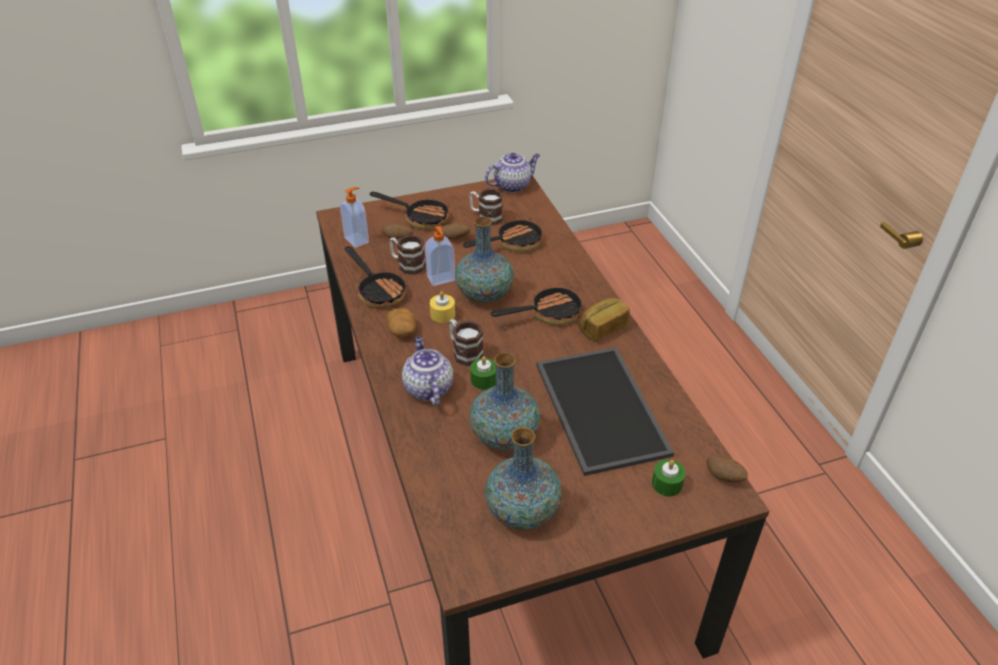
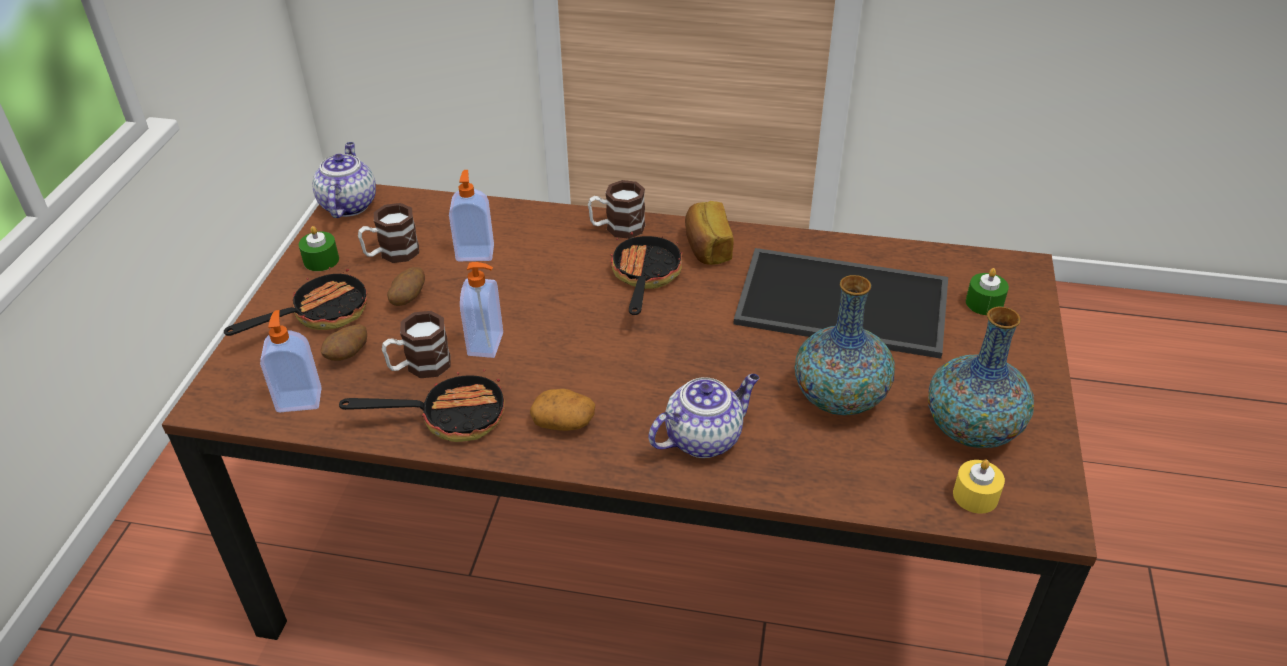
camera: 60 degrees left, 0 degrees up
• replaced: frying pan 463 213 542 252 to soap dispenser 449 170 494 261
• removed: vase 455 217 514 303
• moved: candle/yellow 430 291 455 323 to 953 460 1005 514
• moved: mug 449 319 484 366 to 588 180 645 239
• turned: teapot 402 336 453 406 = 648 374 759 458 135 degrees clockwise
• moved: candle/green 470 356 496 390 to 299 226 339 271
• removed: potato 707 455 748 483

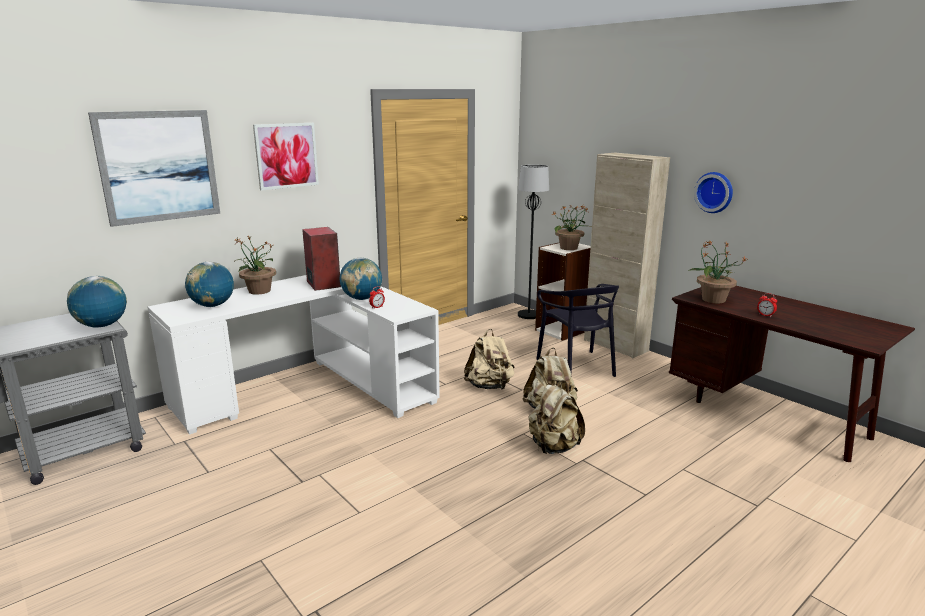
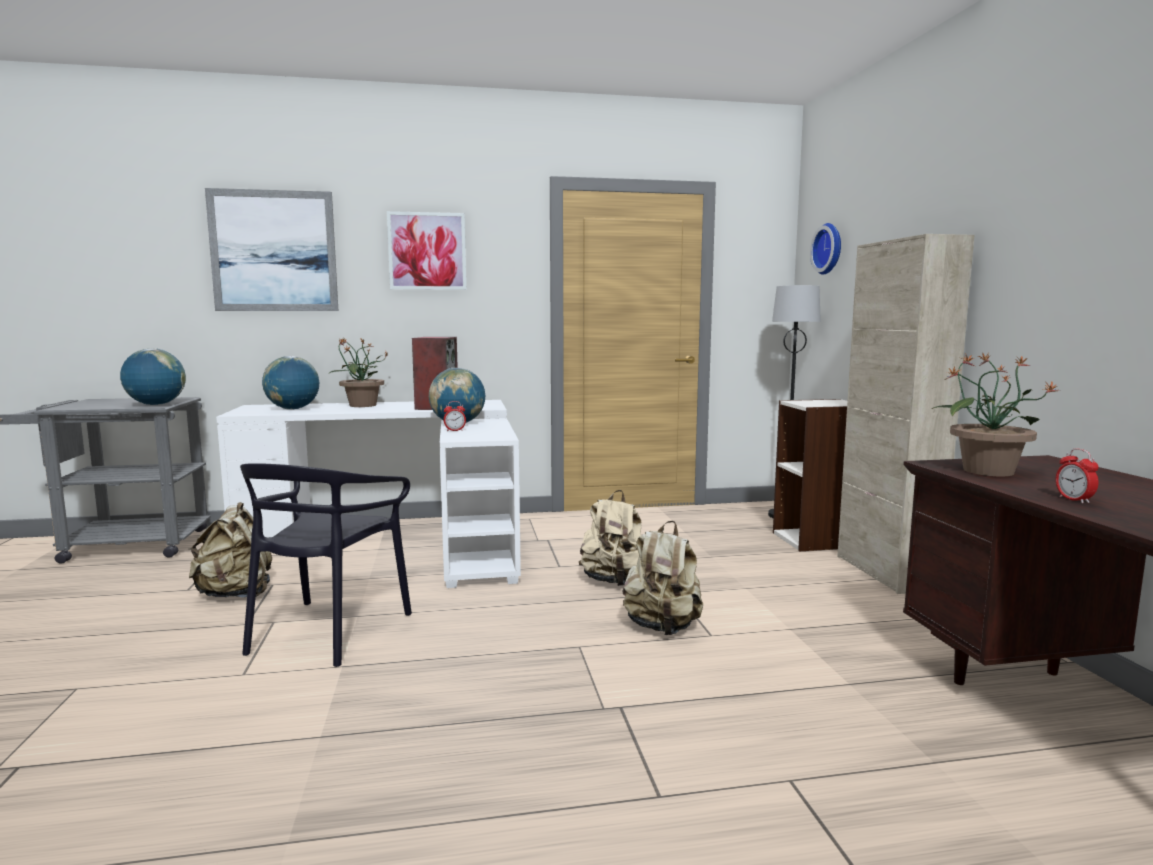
camera: 30 degrees right, 10 degrees down
• moved: wall clock 694 172 733 213 to 810 223 841 275
• removed: potted plant 552 205 592 250
• moved: chair/black 536 284 619 377 to 240 463 412 667
• moved: backpack/beige 529 382 585 454 to 189 502 272 598

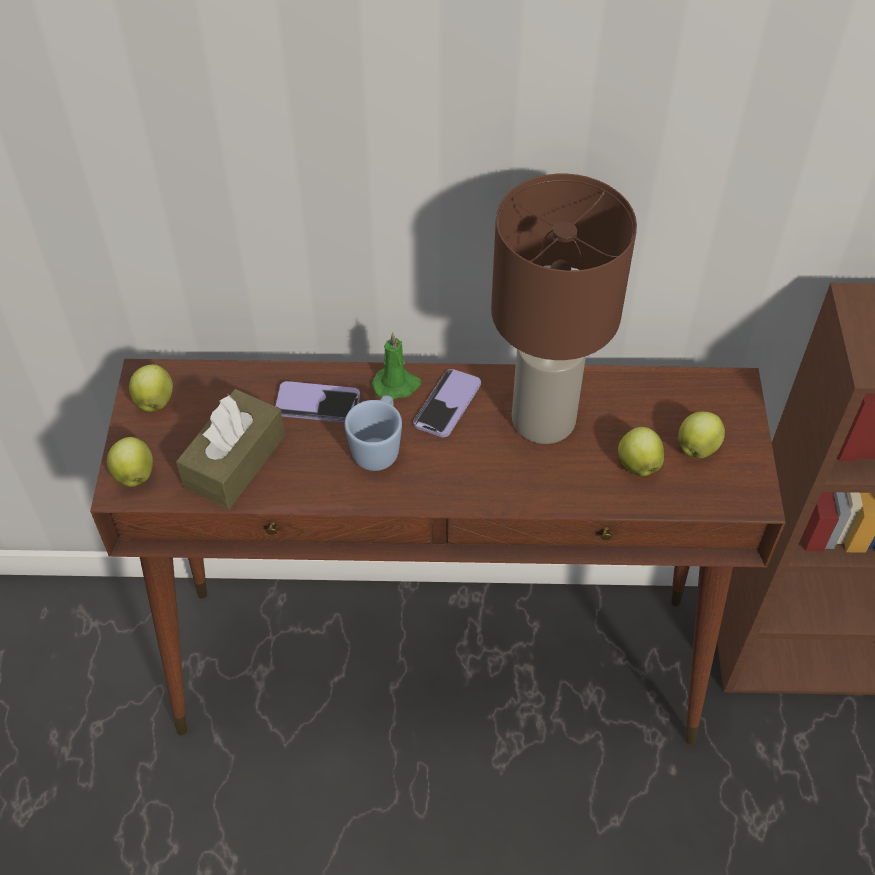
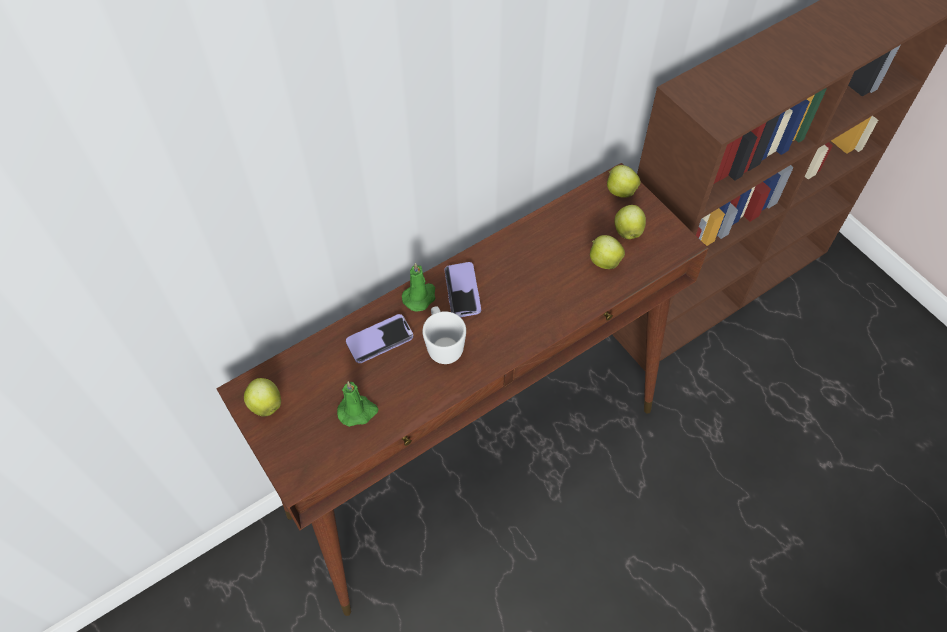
camera: 35 degrees left, 5 degrees up
• removed: table lamp/brown 491 174 637 444
• replaced: tissue box/brown 176 389 285 509 to candle/green 337 381 378 427
• recoloured: mug/blue 345 395 402 471 to mug/white 422 306 466 364
• moved: apple 107 437 153 487 to 607 165 640 198

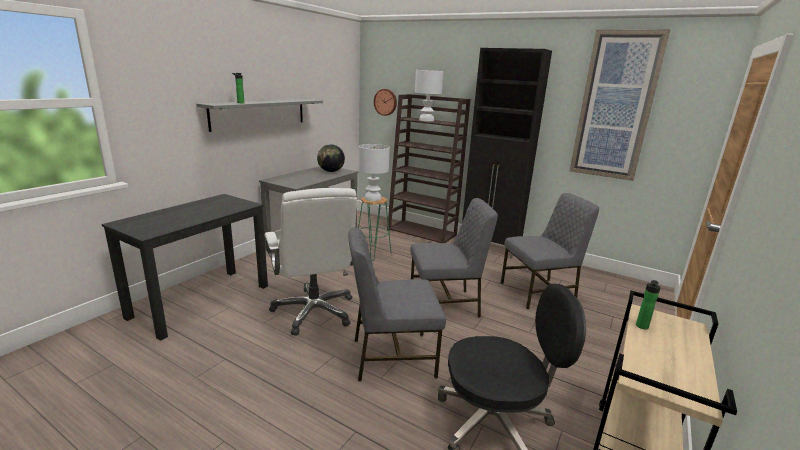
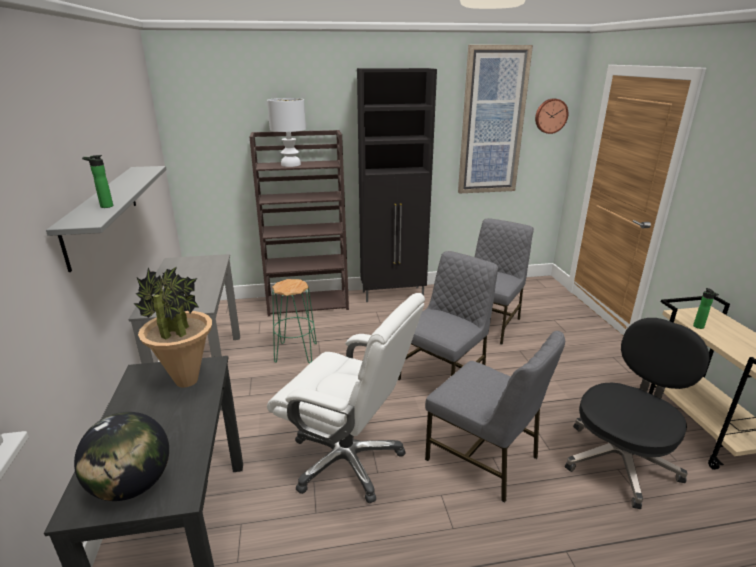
camera: 40 degrees left, 5 degrees up
• moved: wall clock 374 89 397 116 to 535 99 568 134
• moved: globe 317 144 345 172 to 74 412 169 501
• removed: table lamp/white 359 144 390 201
• turned: chair/grey 348 227 446 381 = 425 331 565 502 90 degrees counterclockwise
• added: potted plant 133 267 212 388

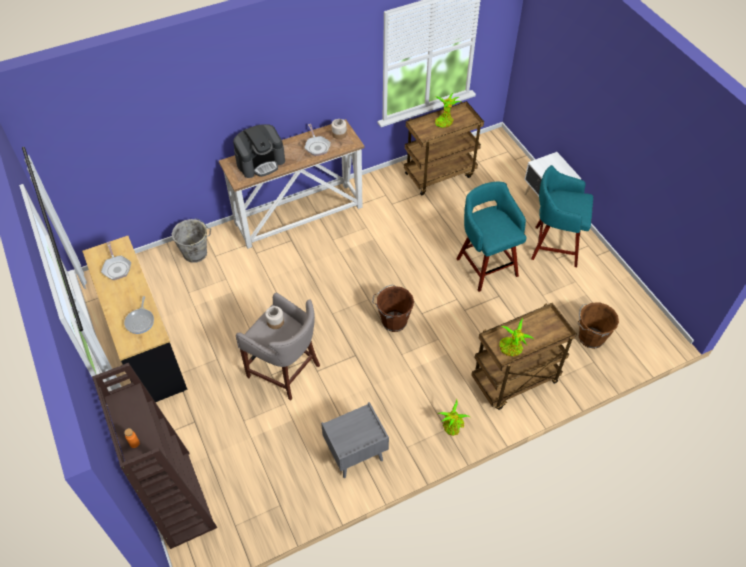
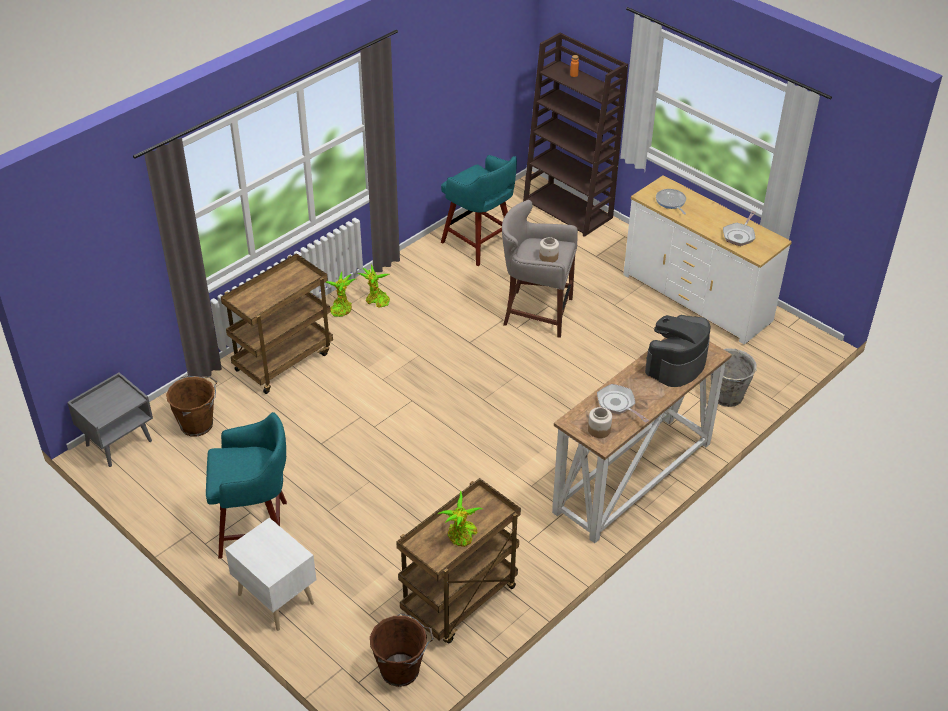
camera: 160 degrees right, 10 degrees down
• moved: stool/turquoise 456 182 527 292 to 441 155 517 266
• recoloured: dresser/black 82 236 187 402 to dresser/white 623 175 792 345
• turned: frying pan 101 241 131 280 = 723 211 756 246 105 degrees counterclockwise
• moved: bucket/brown 372 284 414 332 to 370 613 434 687
• moved: potted plant 499 318 534 356 to 357 265 390 307
• moved: nightstand/grey 321 402 389 478 to 67 372 153 467

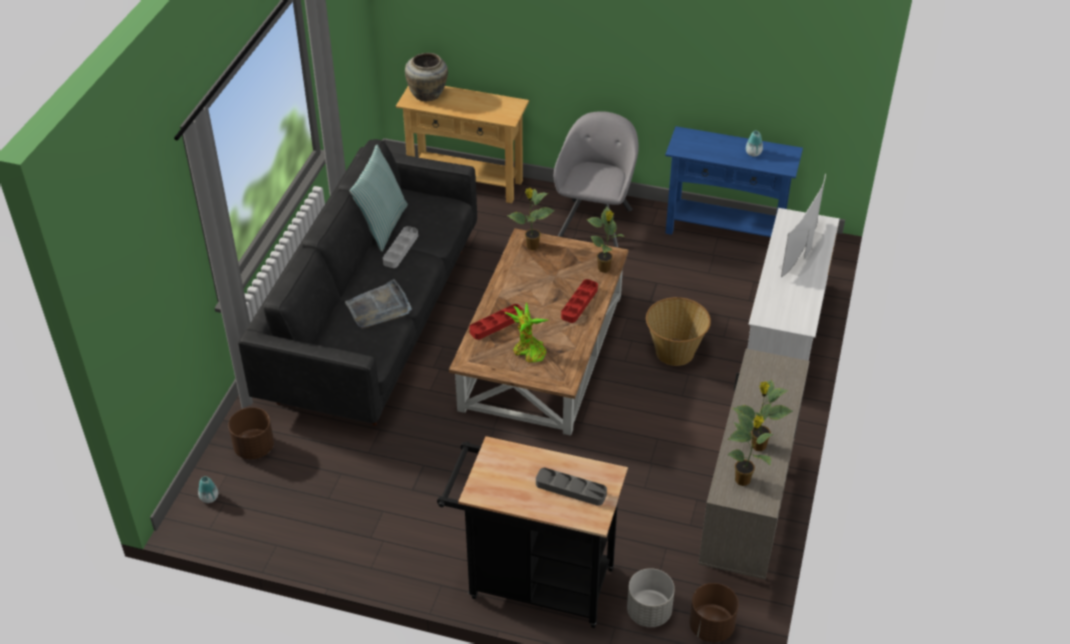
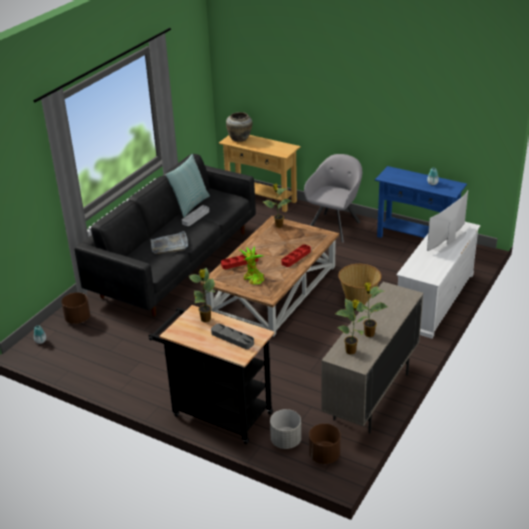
camera: 15 degrees right, 10 degrees down
• moved: potted plant 586 207 625 273 to 189 267 216 322

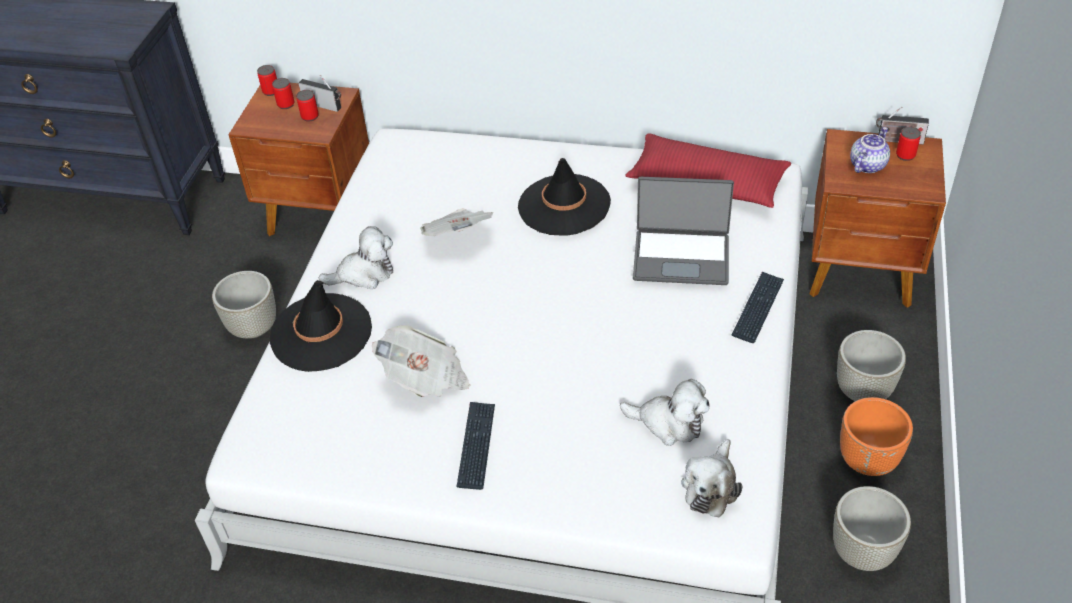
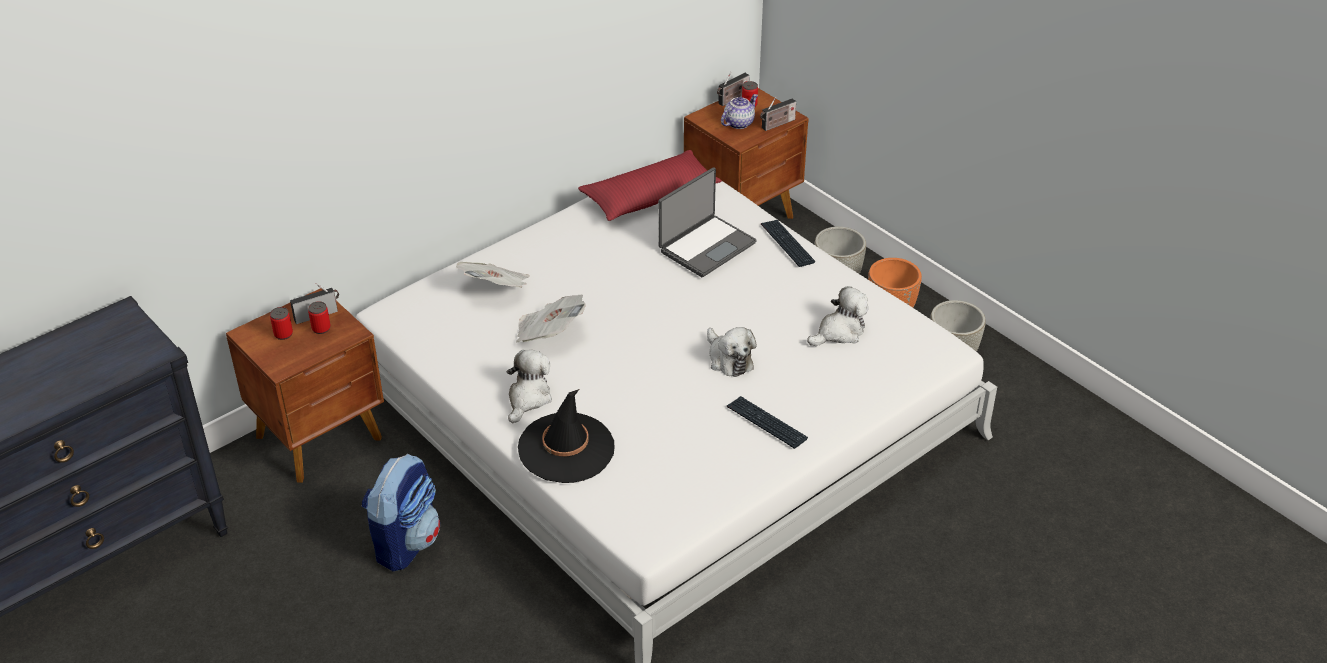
camera: 55 degrees left, 5 degrees down
• removed: can 257 65 277 96
• turned: teapot 850 127 890 173 = 721 94 758 129 60 degrees clockwise
• removed: hat/black 518 158 611 236
• replaced: planter/grey 212 271 276 338 to backpack 362 454 440 571
• moved: newspaper 372 325 470 397 to 456 262 530 288
• moved: plush toy 681 439 743 517 to 707 327 757 377
• added: radio 760 96 796 131

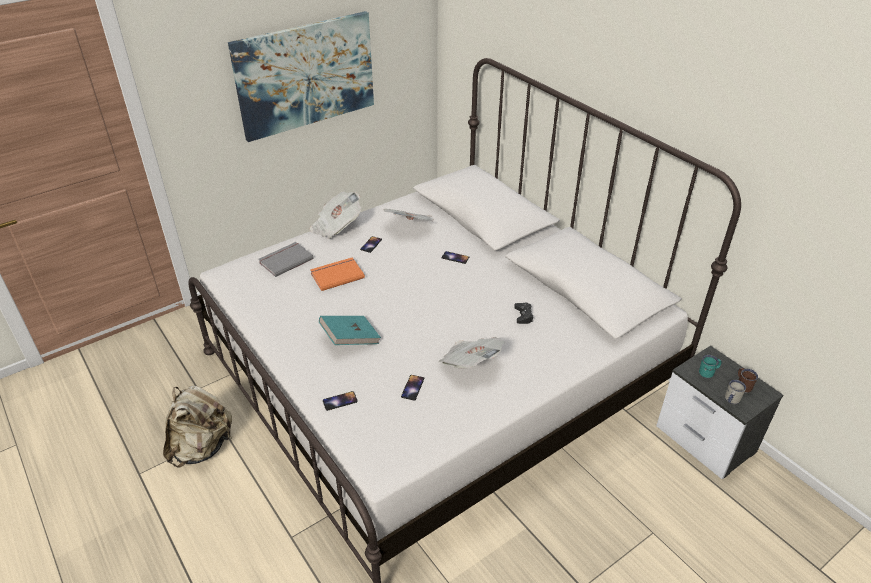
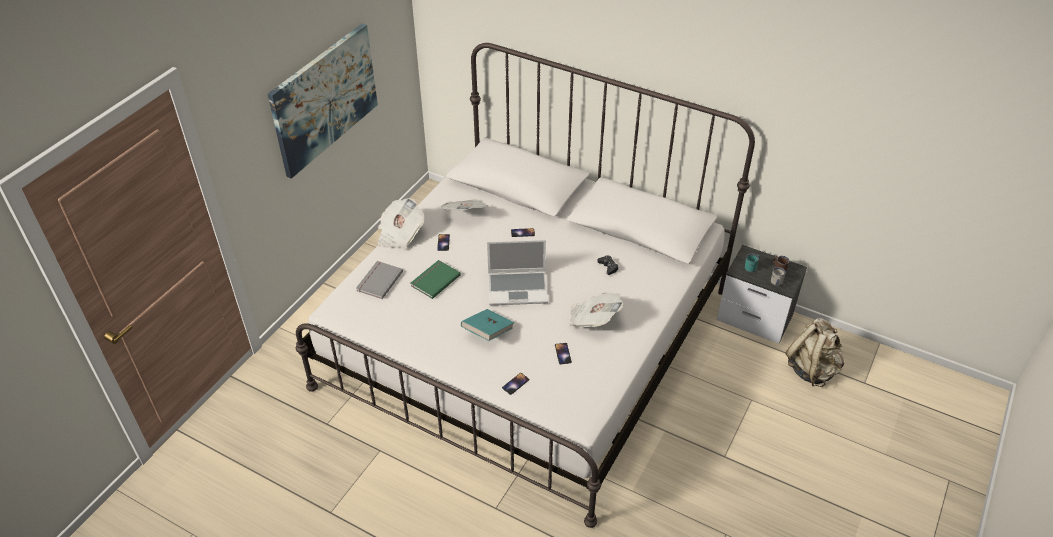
camera: 25 degrees left, 5 degrees up
• recoloured: book/orange 310 257 365 291 to book/green 411 260 461 299
• moved: backpack/beige 163 386 232 468 to 786 318 845 387
• added: laptop 487 240 548 305

